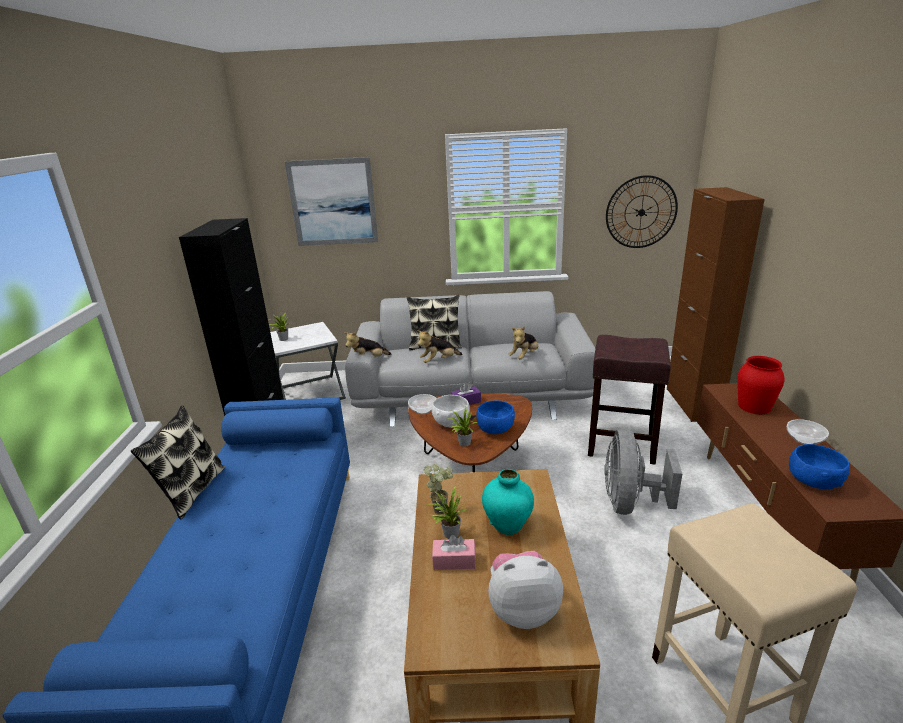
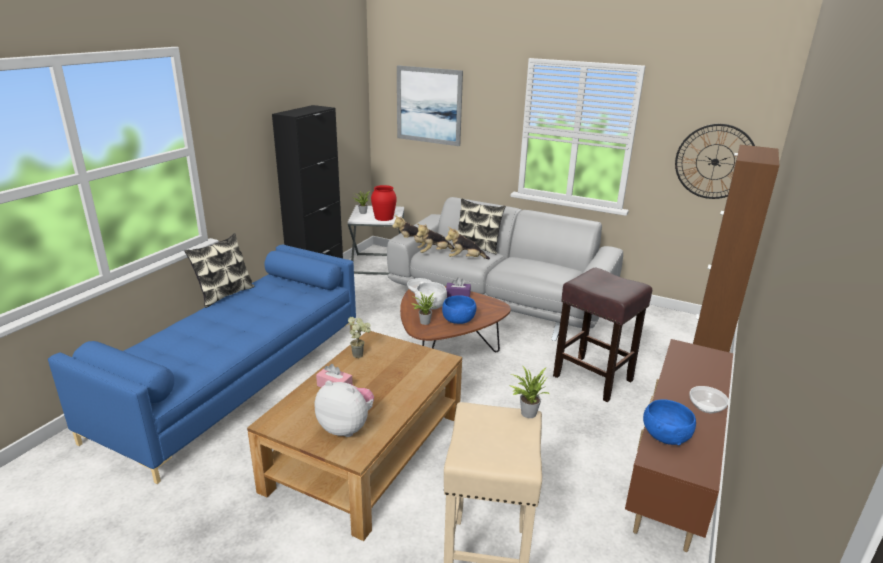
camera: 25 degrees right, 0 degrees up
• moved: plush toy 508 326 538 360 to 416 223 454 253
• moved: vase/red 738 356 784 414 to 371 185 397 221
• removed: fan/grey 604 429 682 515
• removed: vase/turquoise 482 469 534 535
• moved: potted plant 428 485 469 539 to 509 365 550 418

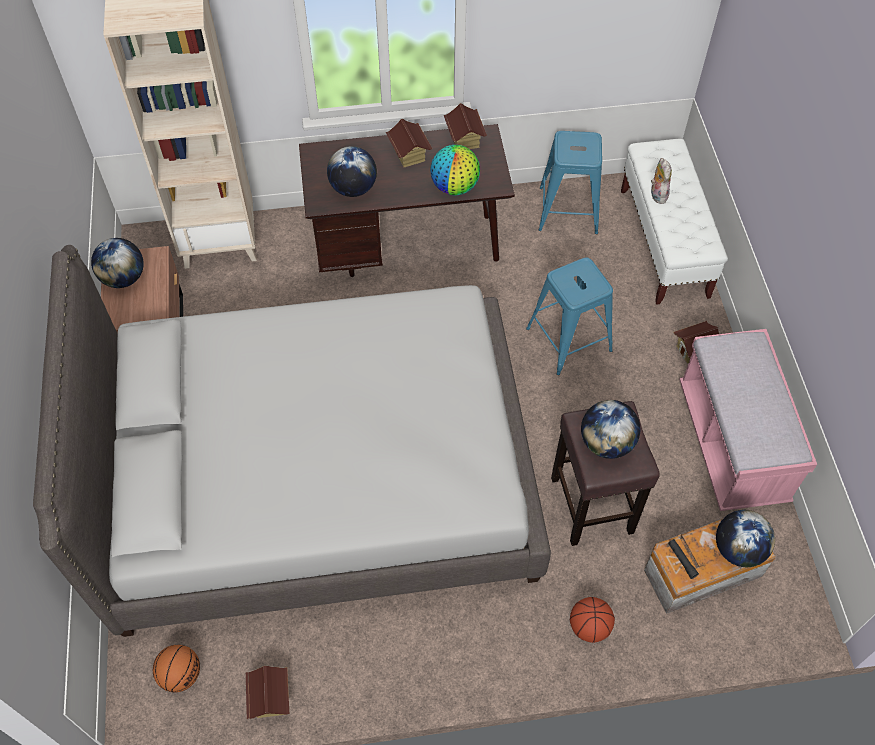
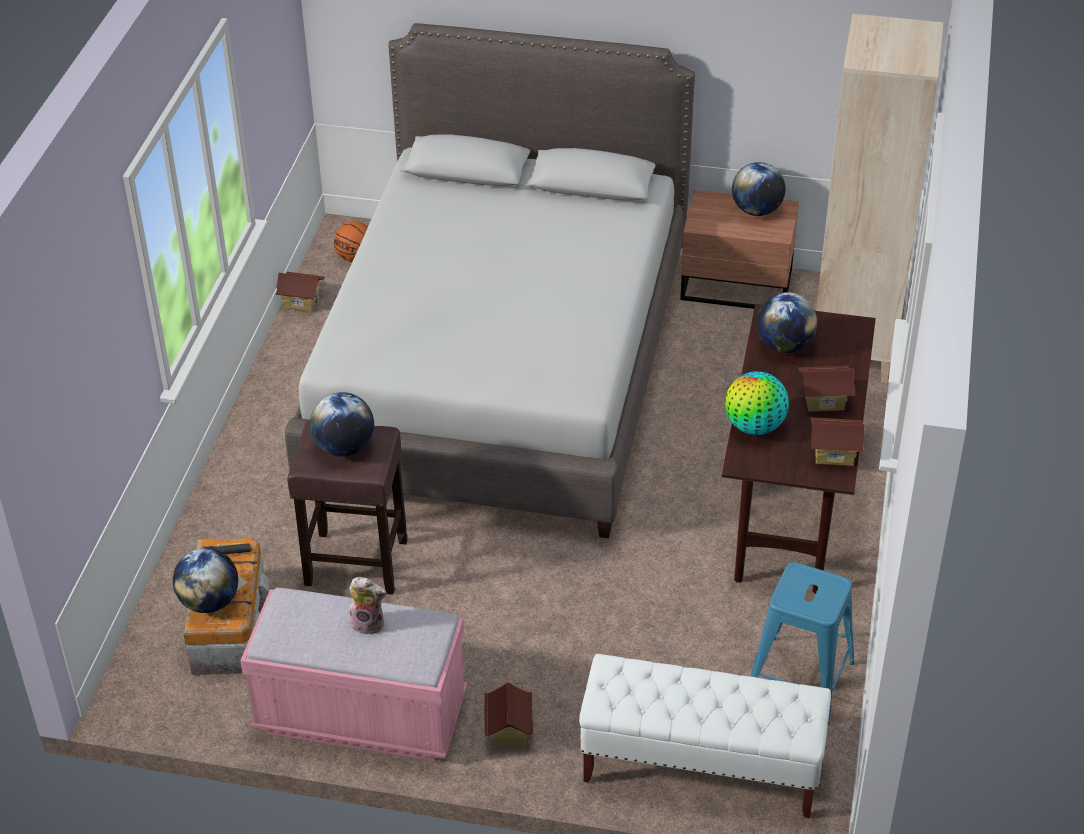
camera: 110 degrees right, 15 degrees down
• moved: plush toy 651 158 672 204 to 349 577 387 635
• removed: stool/blue 526 257 613 375
• removed: basketball 570 597 615 643

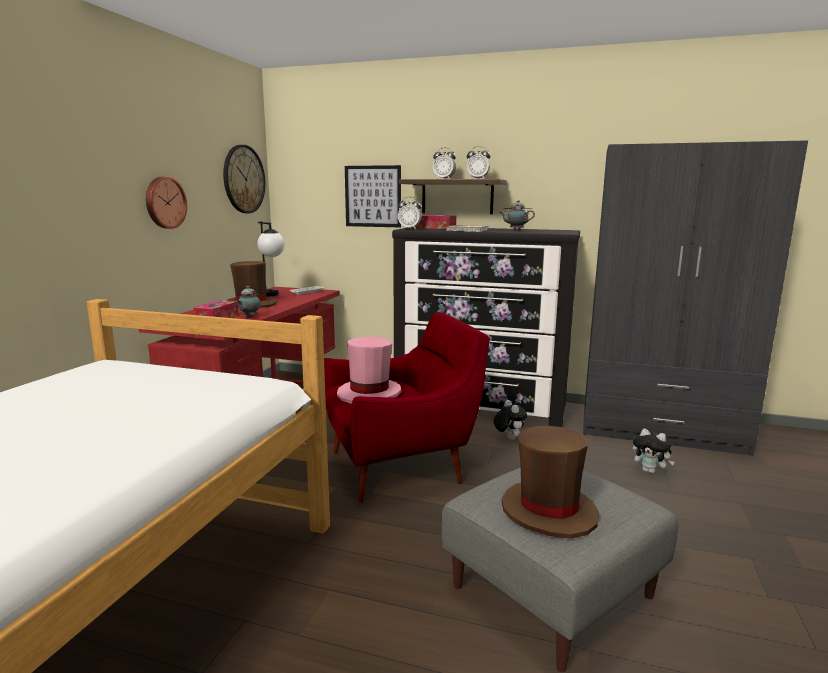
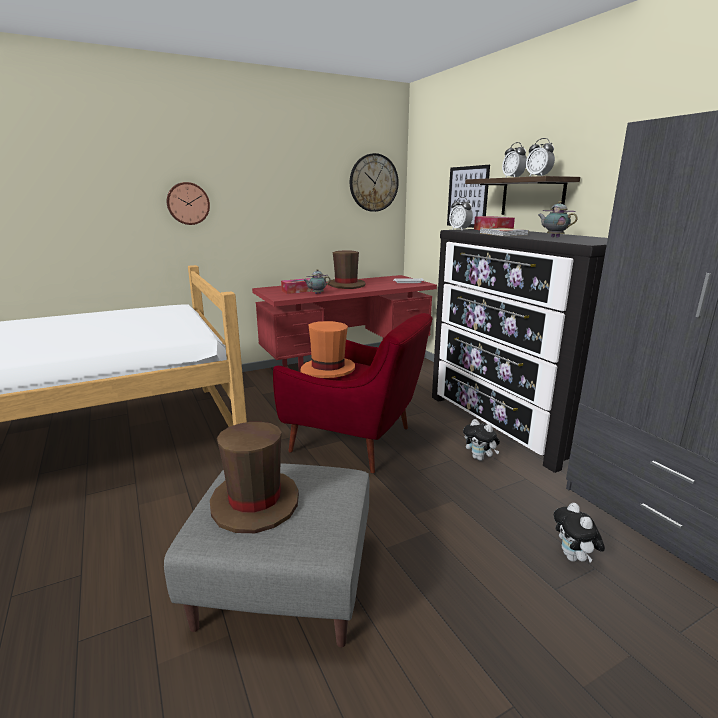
camera: 45 degrees right, 5 degrees up
• moved: wall clock 146 177 187 229 to 167 182 210 225
• removed: table lamp 257 221 285 297
• recoloured: hat/pink 337 337 401 404 to hat/orange 301 321 355 378
• turned: plush toy 494 400 527 440 = 463 419 500 461 105 degrees clockwise

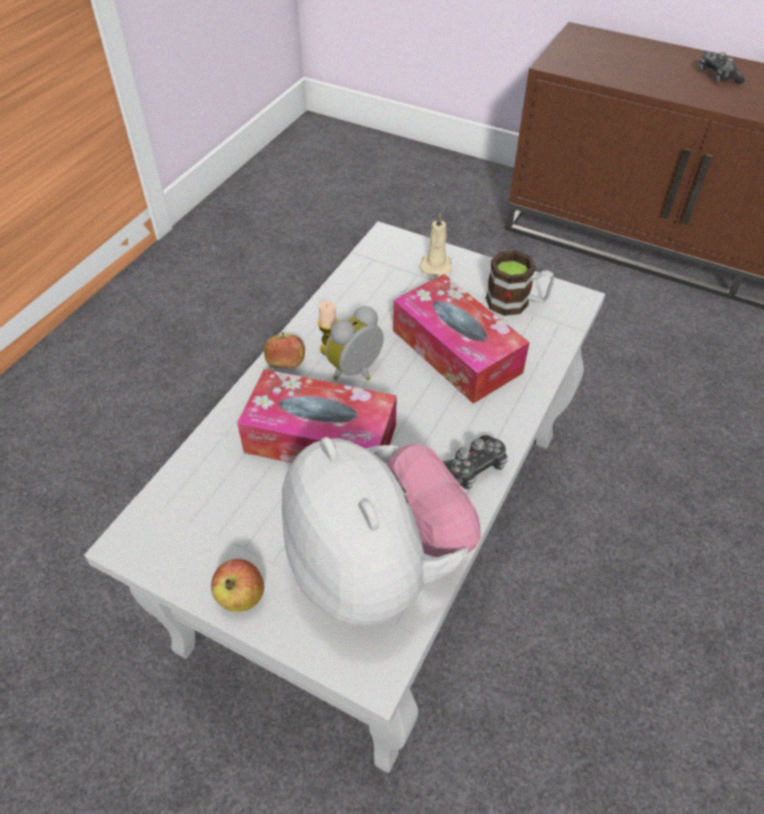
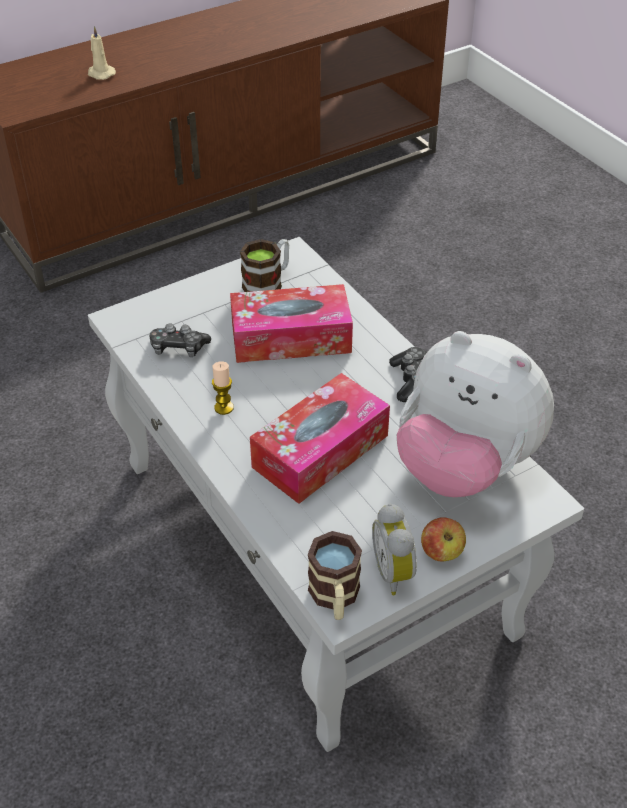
camera: 60 degrees left, 5 degrees down
• moved: game controller 699 52 745 84 to 150 323 211 357
• moved: candle/beige 420 213 452 275 to 88 26 116 80
• moved: alarm clock 326 306 384 380 to 372 504 417 595
• removed: apple 264 332 305 368
• turned: plush toy 282 437 481 626 = 397 331 554 497 150 degrees counterclockwise
• added: mug 308 531 362 620

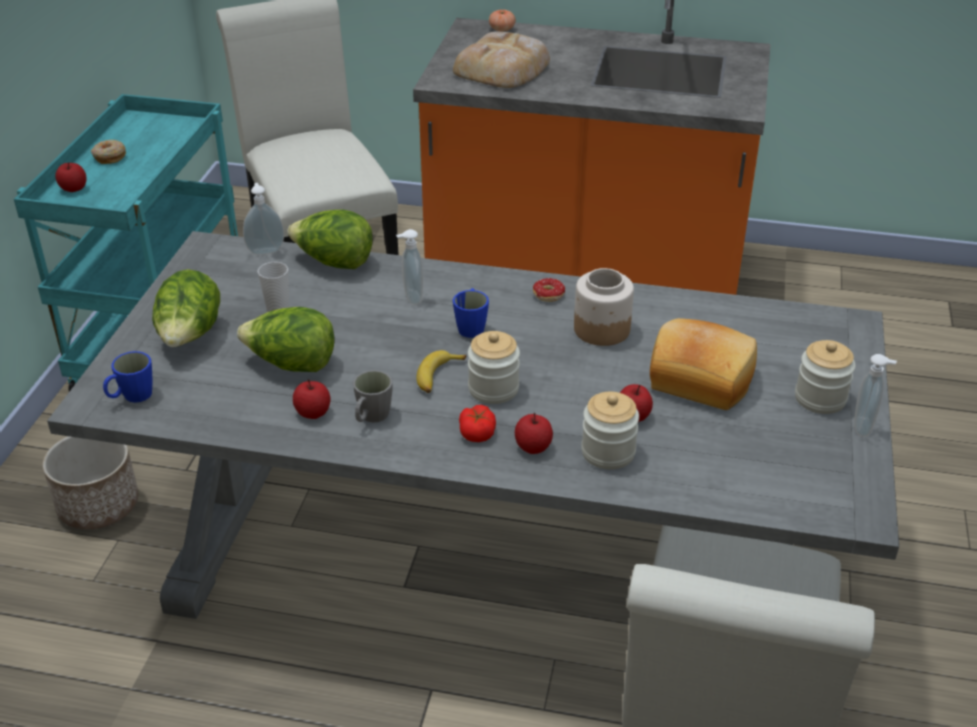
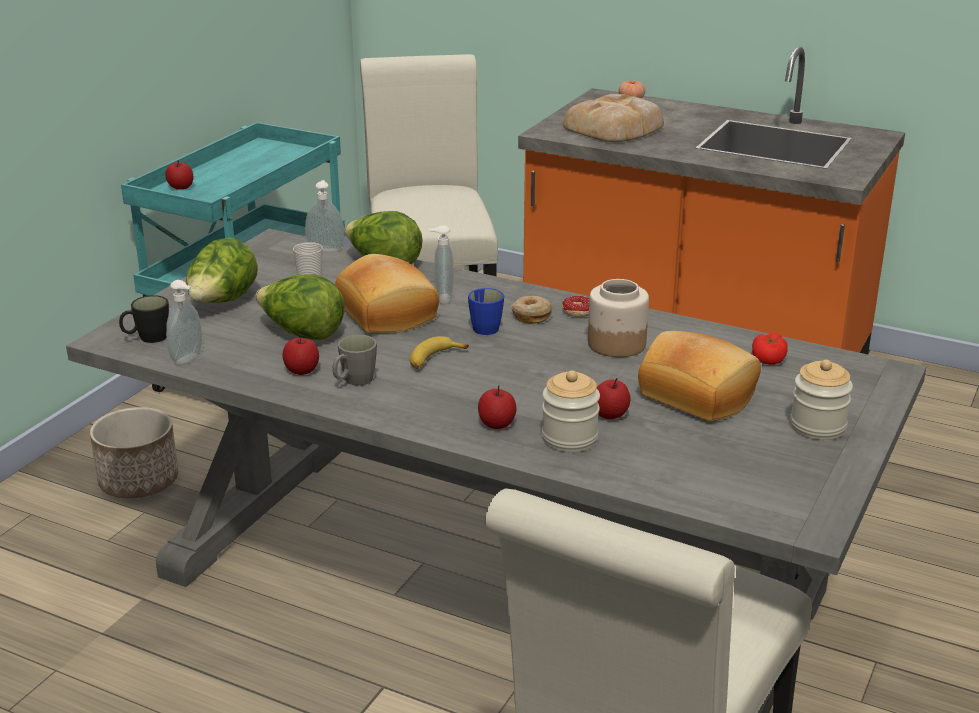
camera: 15 degrees right, 10 degrees down
• moved: donut 91 140 126 164 to 511 296 552 324
• removed: jar 468 331 520 404
• recoloured: mug/blue 103 351 153 403 to mug/black 119 295 169 343
• moved: soap dispenser 854 354 897 437 to 166 280 202 364
• moved: tomato 459 405 496 442 to 752 333 788 365
• added: bread 335 254 439 333

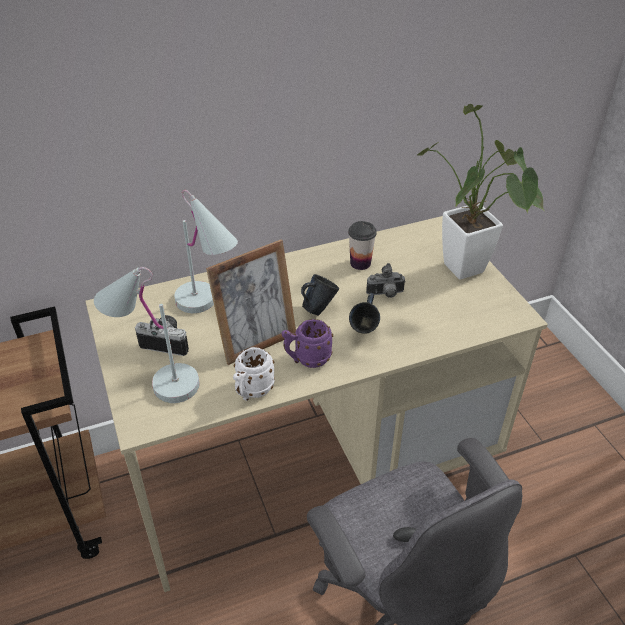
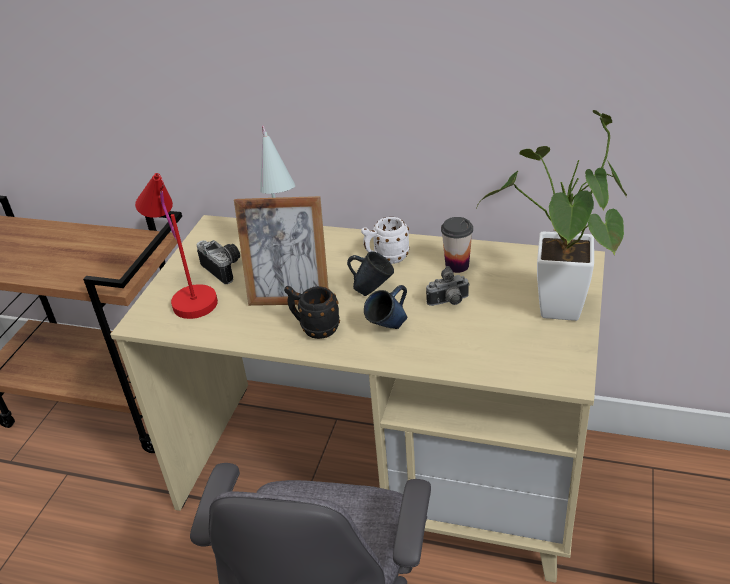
camera: 40 degrees right, 5 degrees down
• turned: photo camera 366 263 406 298 = 426 266 470 306 45 degrees counterclockwise
• recoloured: table lamp/white 94 267 200 403 to table lamp/red 135 173 218 319
• recoloured: mug/purple 282 319 333 368 to mug/black 284 286 340 339
• moved: mug/white 233 347 275 401 to 361 217 410 264

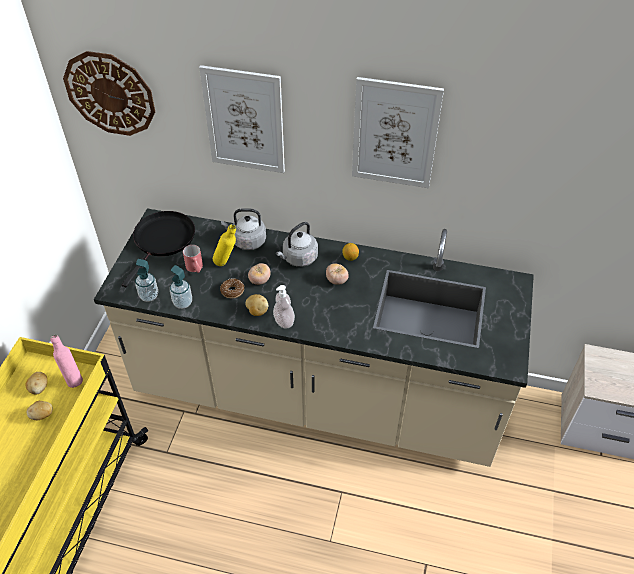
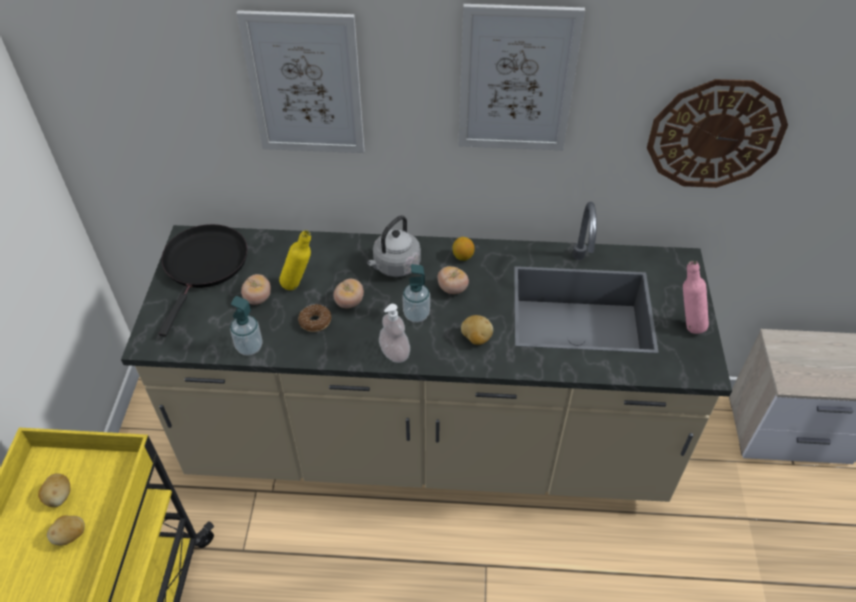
camera: 10 degrees left, 0 degrees up
• moved: wall clock 63 51 155 136 to 647 79 788 188
• removed: kettle/grey 221 208 266 250
• replaced: mug/red 183 245 203 273 to tomato 241 274 271 305
• moved: soap dispenser 135 259 158 302 to 402 264 430 322
• moved: potato 245 294 268 316 to 461 315 493 345
• moved: bottle/pink 50 335 83 388 to 683 261 709 334

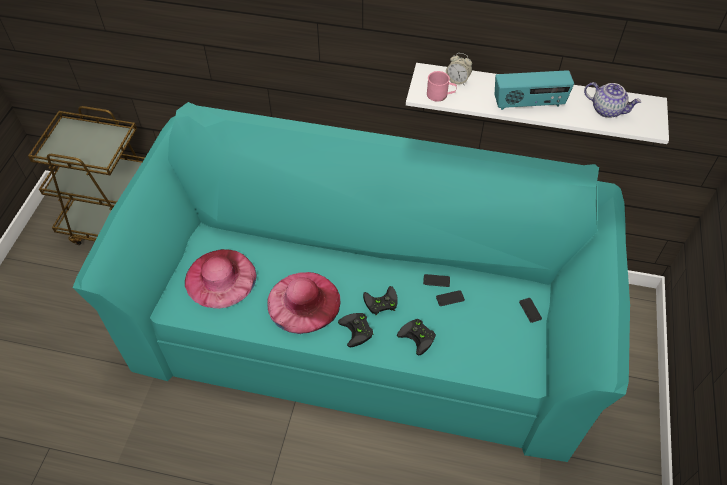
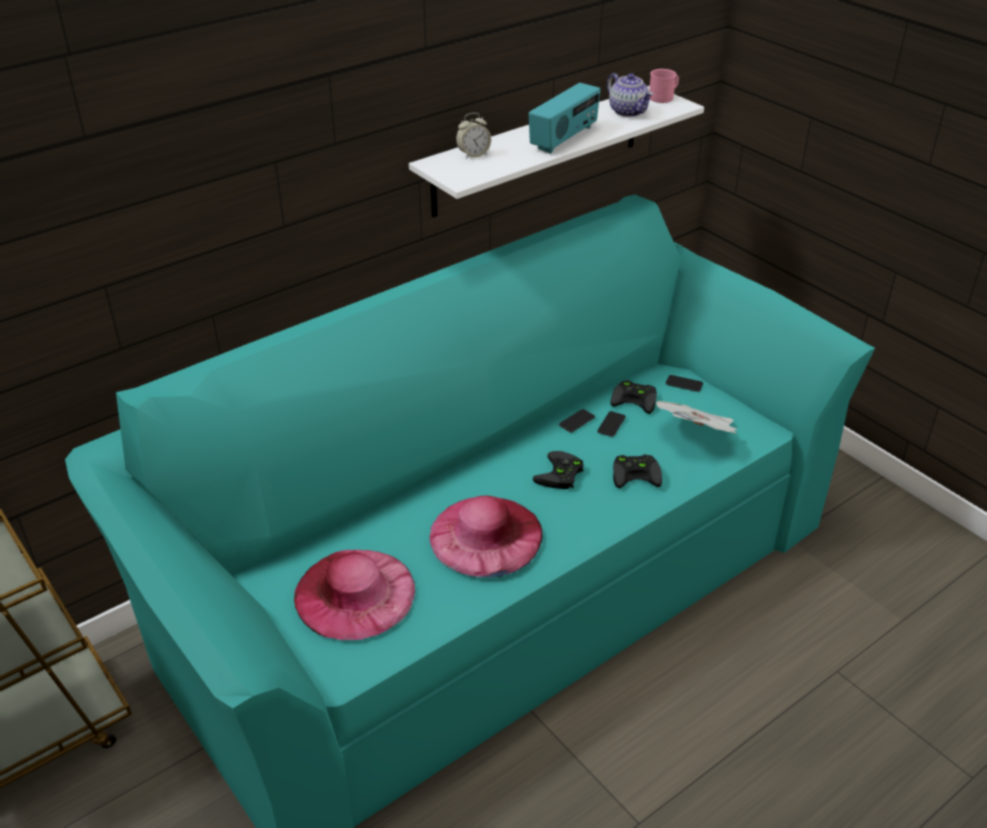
camera: 50 degrees left, 15 degrees down
• moved: mug/pink 427 71 457 102 to 649 69 679 103
• turned: teapot 584 82 642 118 = 607 73 653 117 75 degrees clockwise
• moved: game controller/black 338 313 373 347 to 610 380 657 414
• added: newspaper 656 401 737 434

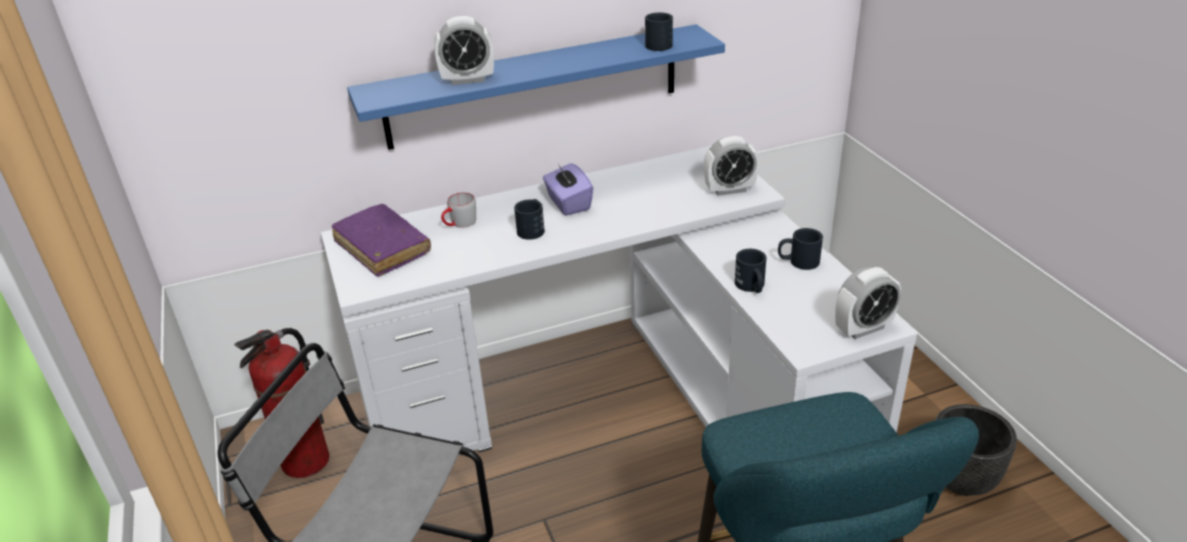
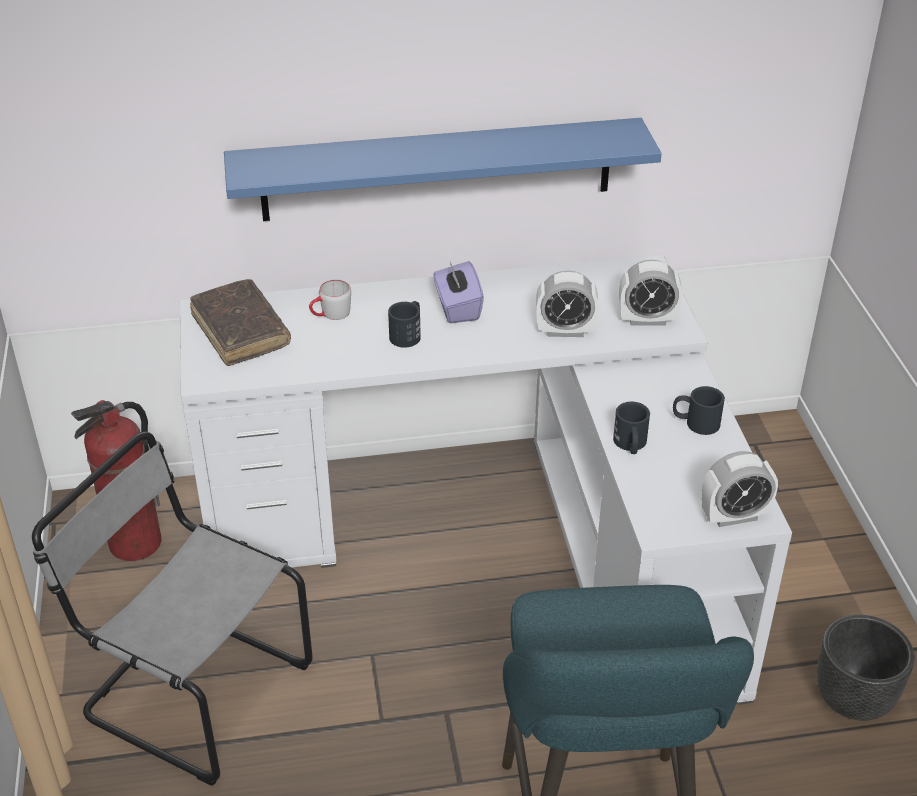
camera: 10 degrees right, 5 degrees up
• removed: mug/black 645 13 673 51
• moved: alarm clock 434 16 494 85 to 536 271 599 337
• recoloured: book/purple 332 204 431 276 to book/brown 190 279 291 366

